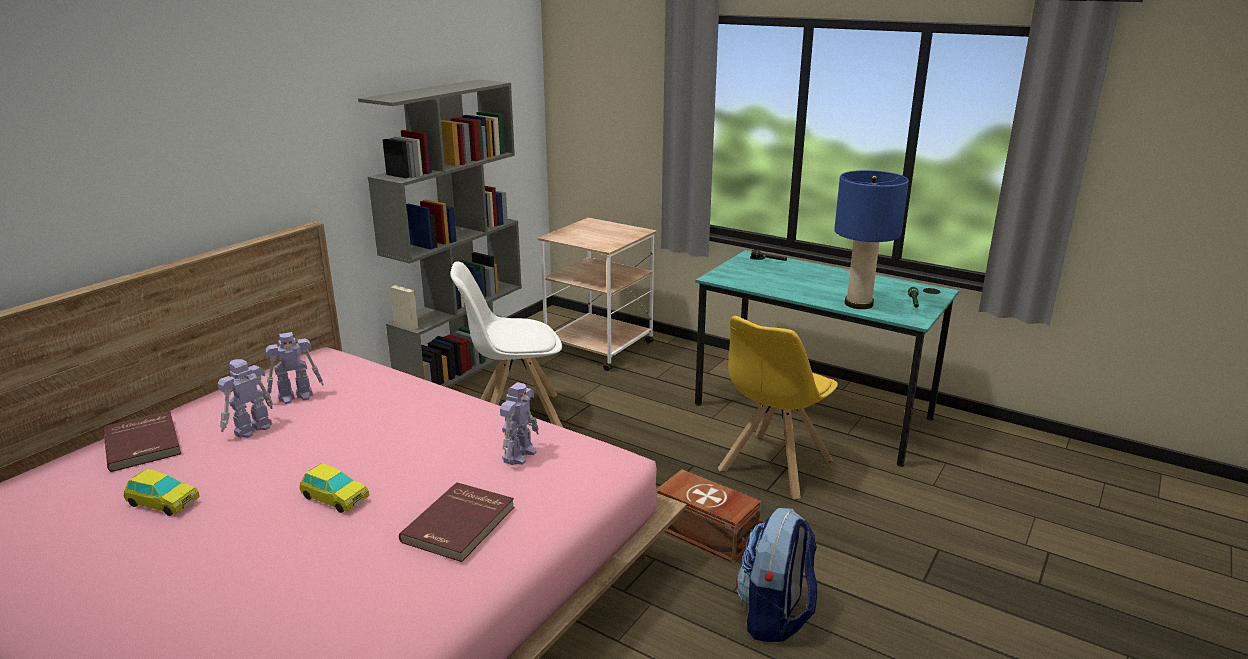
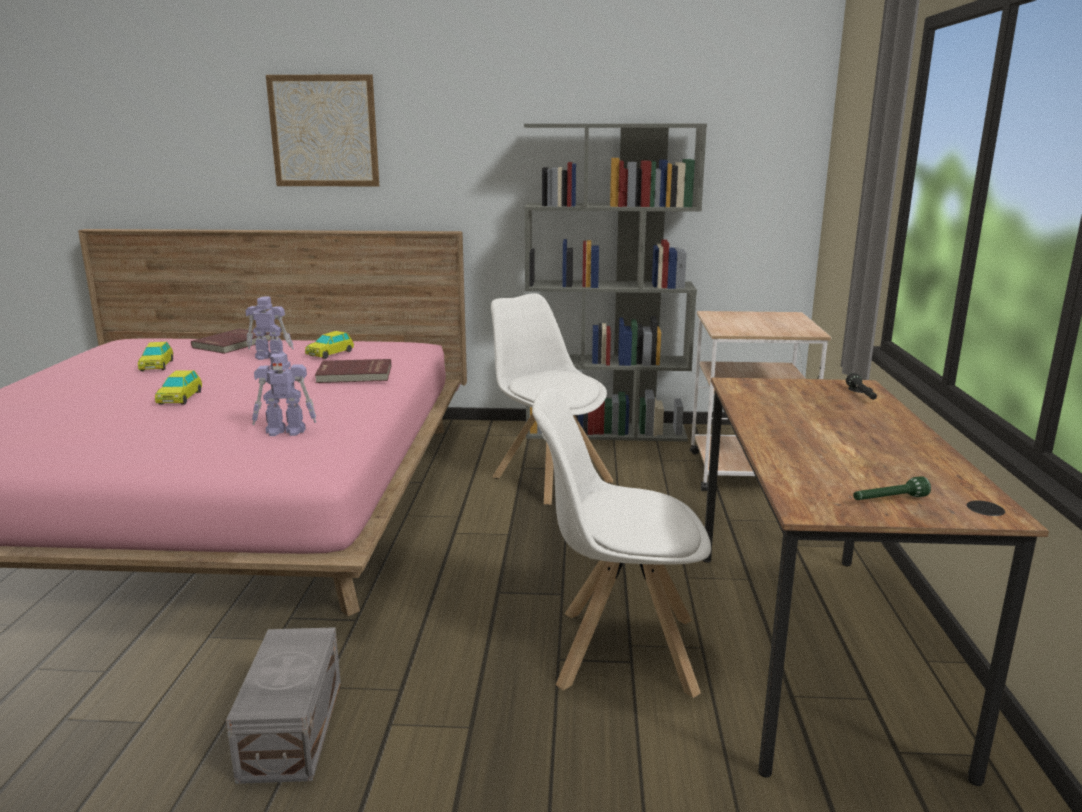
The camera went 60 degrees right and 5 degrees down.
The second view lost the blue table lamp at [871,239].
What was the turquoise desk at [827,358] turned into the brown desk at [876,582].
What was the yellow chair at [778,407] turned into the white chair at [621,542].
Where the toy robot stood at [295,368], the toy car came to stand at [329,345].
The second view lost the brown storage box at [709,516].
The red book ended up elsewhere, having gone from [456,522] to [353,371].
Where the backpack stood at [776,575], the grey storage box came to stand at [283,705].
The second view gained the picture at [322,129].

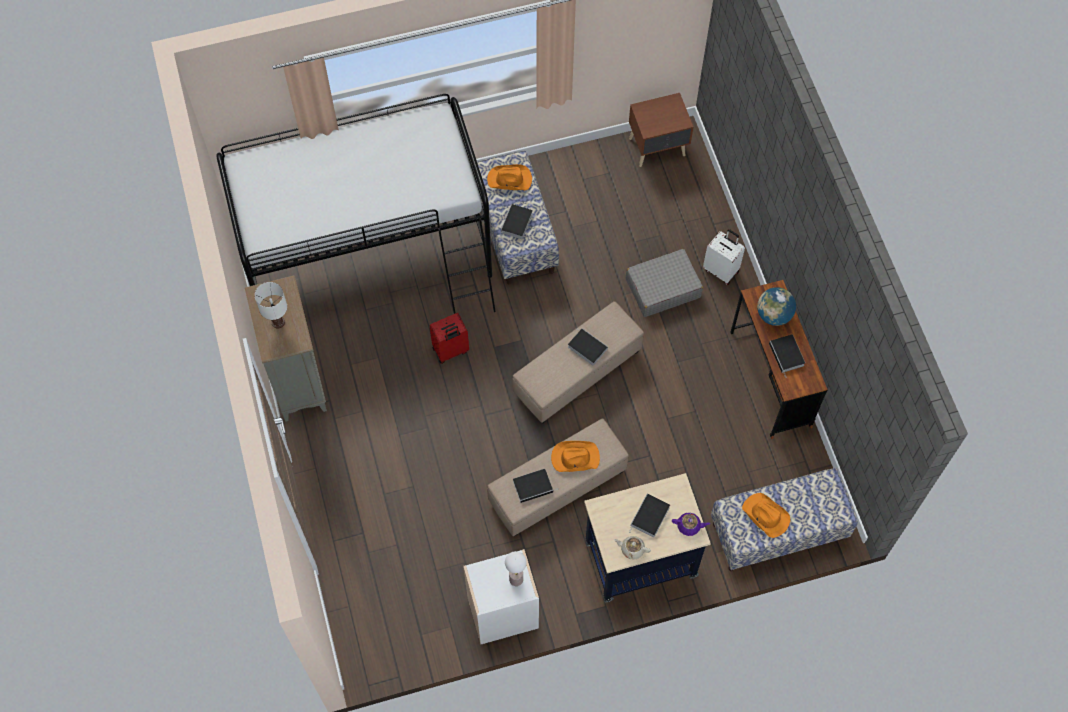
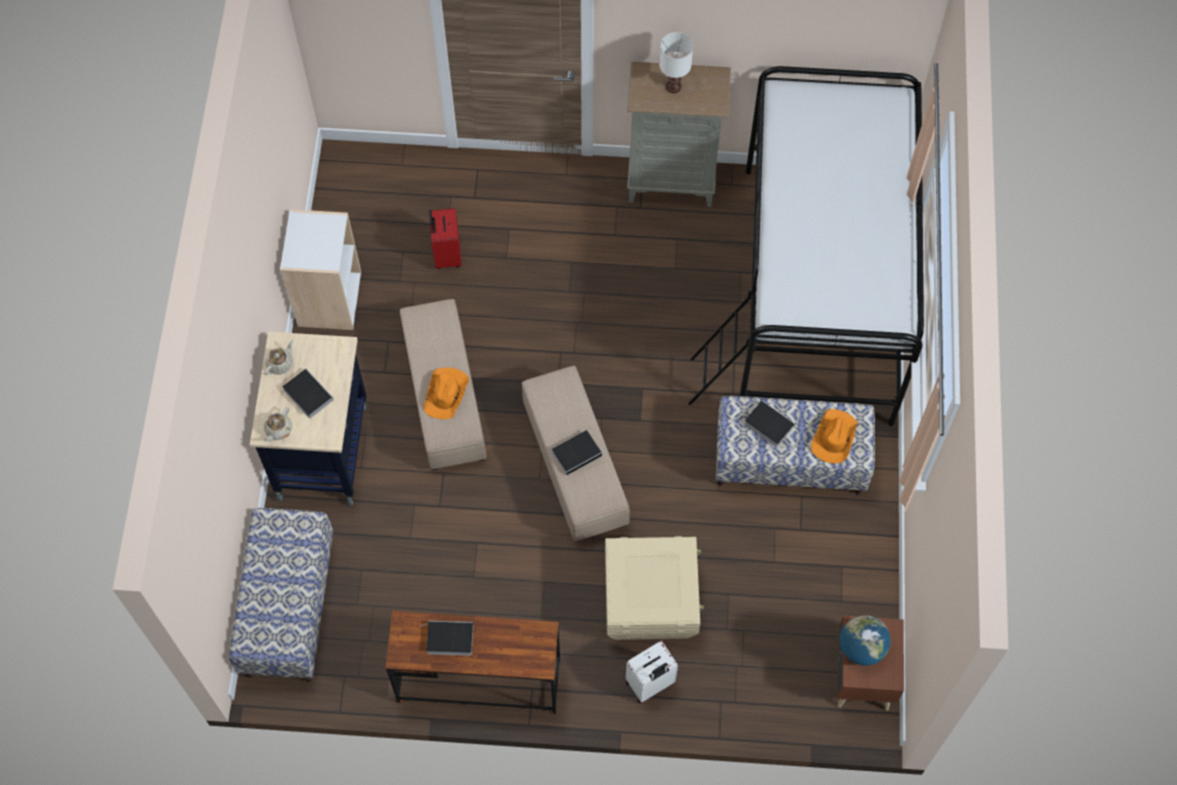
The camera went 110 degrees right and 0 degrees up.
Where the grey suitcase stood at [664,283], the beige storage box came to stand at [654,588].
The globe ended up elsewhere, having gone from [776,306] to [865,640].
The red suitcase ended up elsewhere, having gone from [449,338] to [445,238].
The second view lost the book at [535,486].
The second view lost the orange hat at [766,515].
What was the purple teapot at [691,524] turned into the beige teapot at [277,424].
The second view lost the table lamp at [516,568].

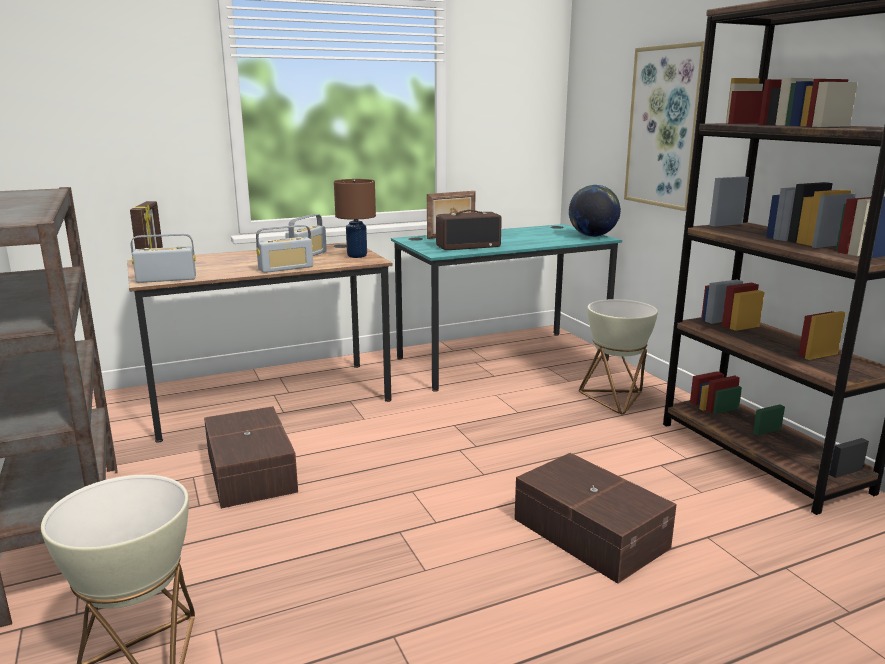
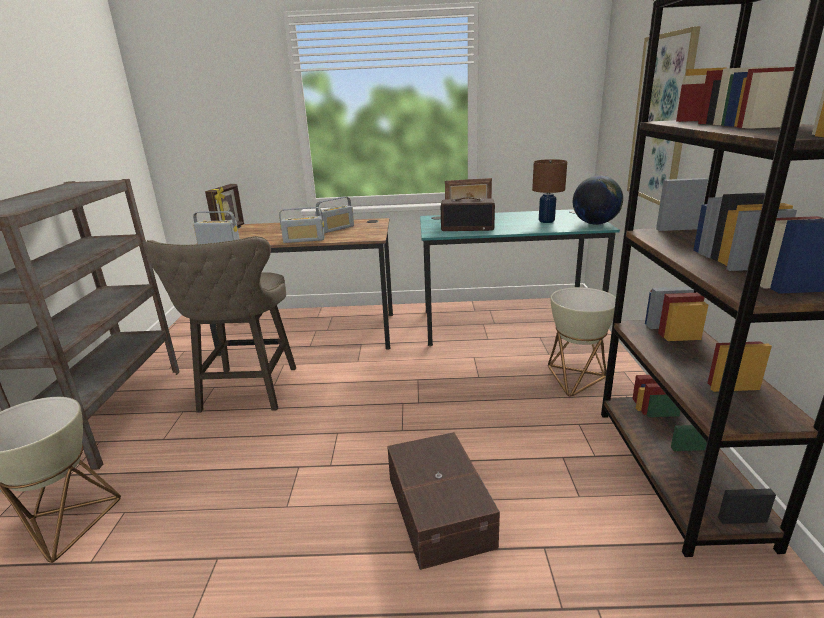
The camera went 25 degrees right and 5 degrees up.
The brown table lamp ended up elsewhere, having gone from [355,218] to [549,191].
Where the brown storage box stood at [251,457], the beige stool came to stand at [220,324].

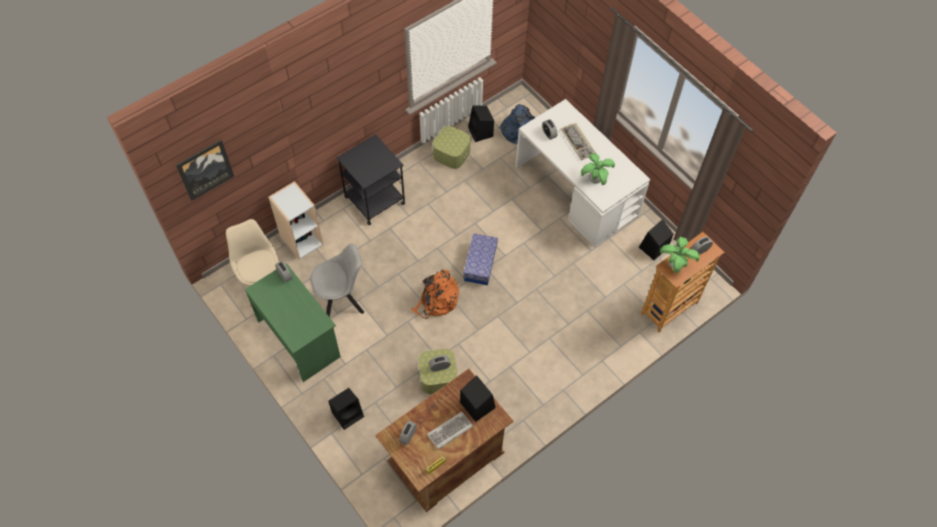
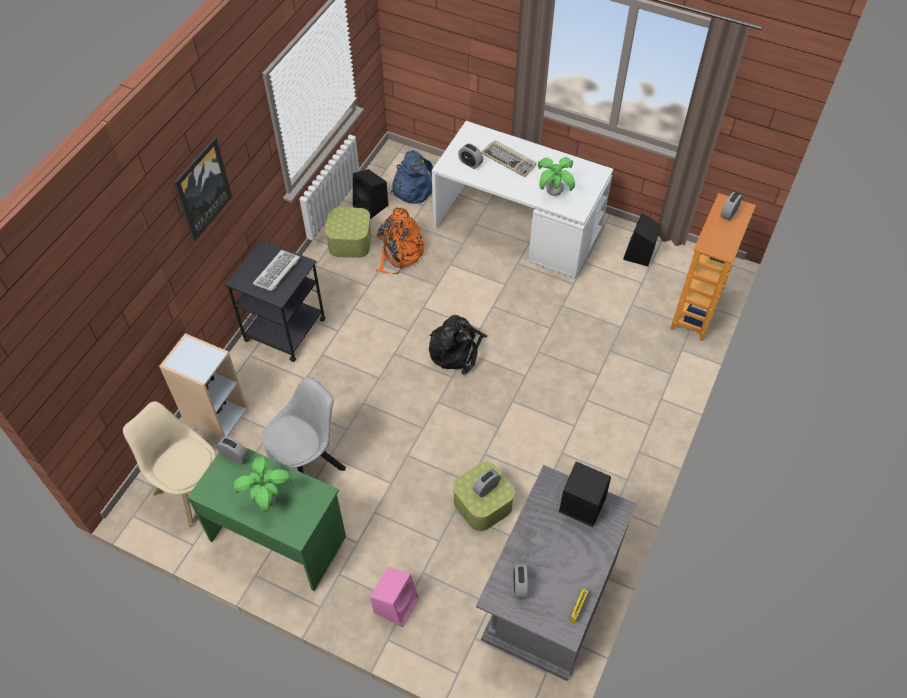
The camera went 25 degrees left and 5 degrees down.
The picture ended up elsewhere, having gone from [205,170] to [203,189].
Where the storage box stood at [480,259], the black backpack came to stand at [458,345].
The potted plant ended up elsewhere, having gone from [680,255] to [263,484].
The orange backpack ended up elsewhere, having gone from [435,294] to [401,241].
What was the brown cabinet at [444,440] turned into the grey cabinet at [556,573].
What was the black speaker at [346,409] turned into the pink speaker at [394,597].
The keyboard ended up elsewhere, having gone from [450,430] to [276,270].

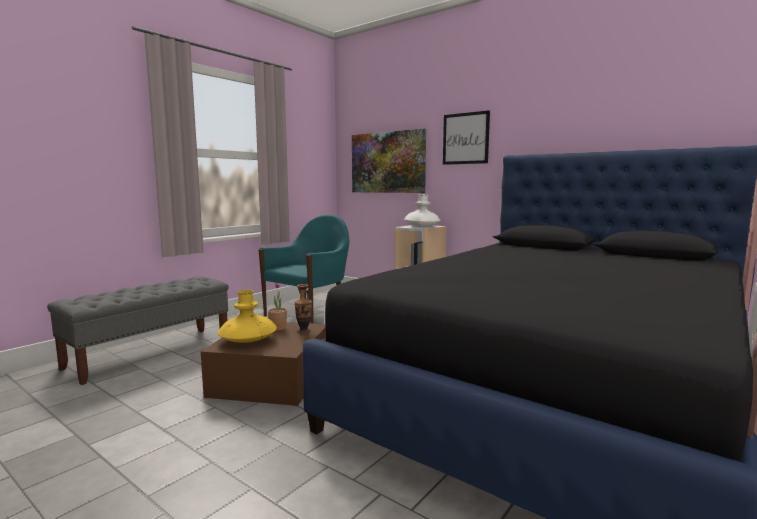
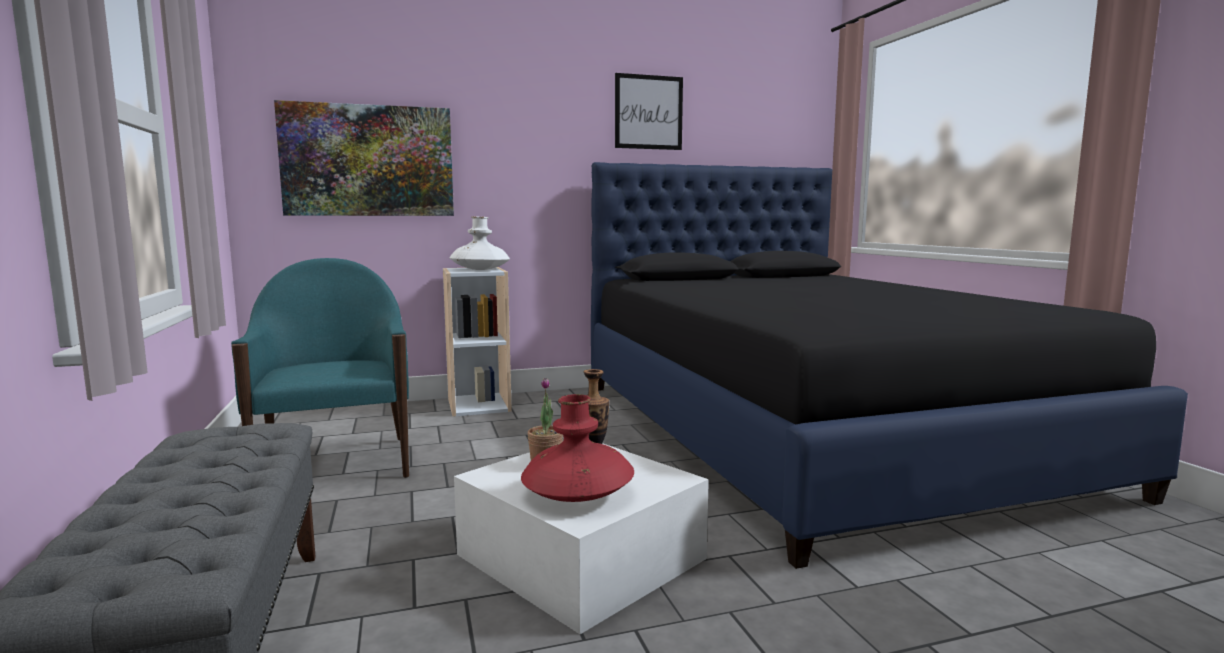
The camera went 55 degrees left and 0 degrees up.
The picture ended up elsewhere, having gone from [466,137] to [649,111].
What was the yellow vase at [247,316] turned into the red vase at [577,448].
What was the brown storage box at [263,364] turned into the white storage box at [581,538].

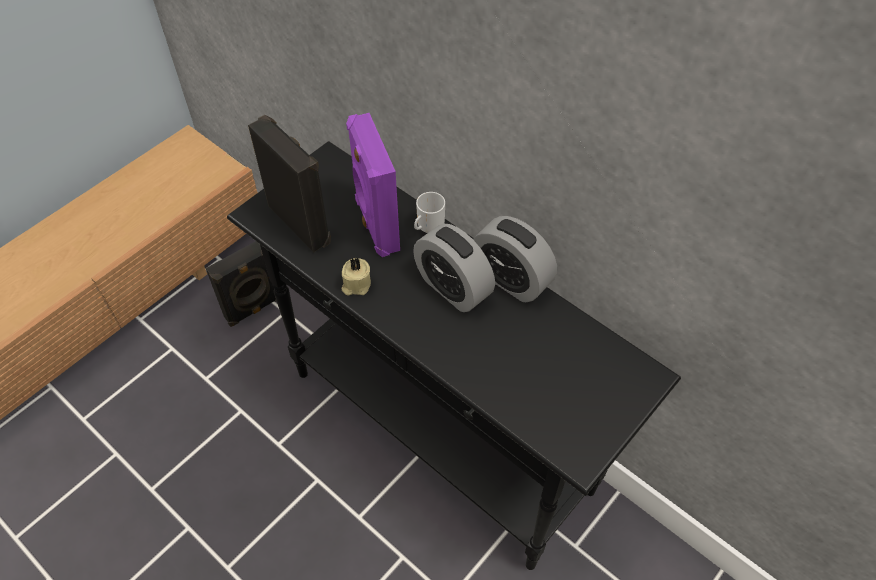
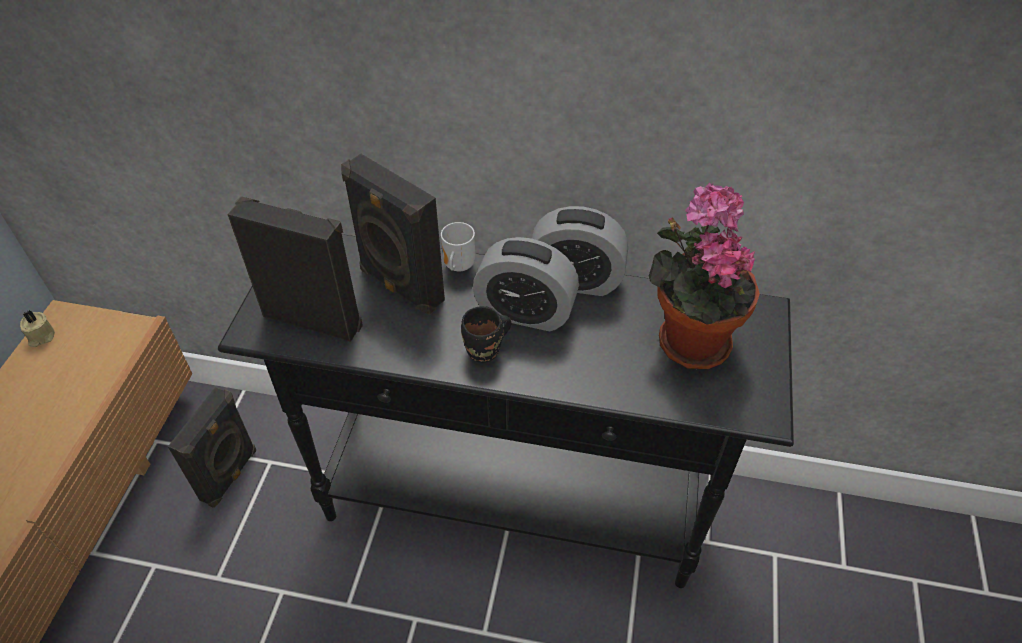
The camera went 30 degrees left and 5 degrees down.
What was the purple speaker at [373,185] turned into the black speaker at [393,234].
The beige candle ended up elsewhere, having gone from [356,276] to [37,328].
The second view gained the potted plant at [704,276].
The second view gained the black mug at [486,334].

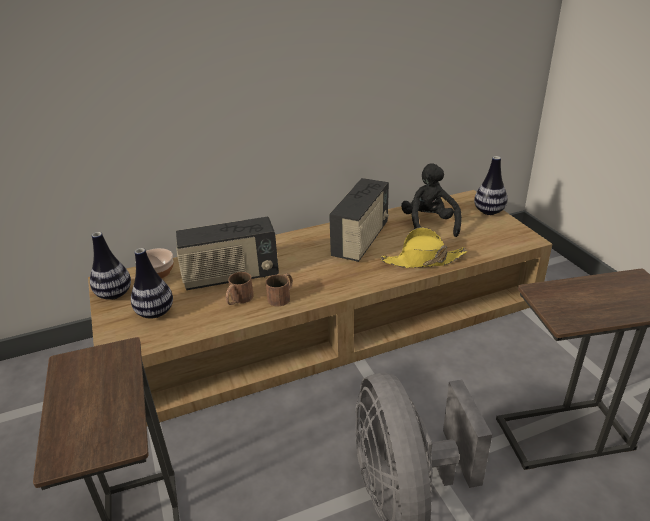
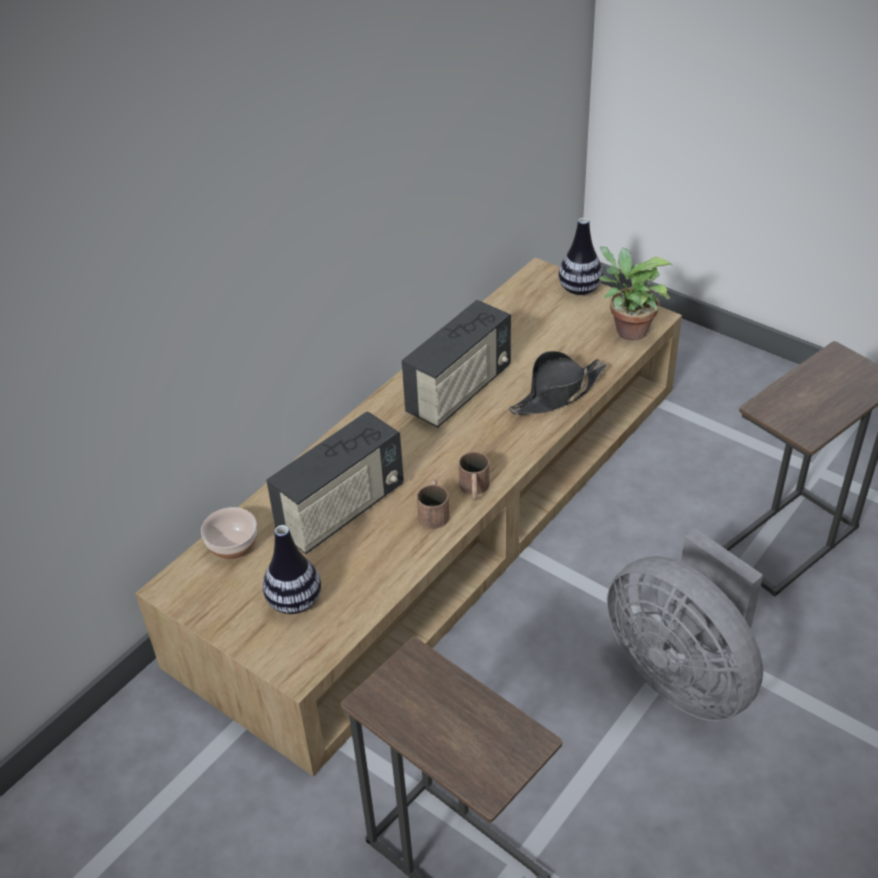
The camera went 30 degrees left and 10 degrees up.
The second view lost the black plush toy at [431,200].
The radio at [359,220] ended up facing another way, 45 degrees clockwise from before.
What was the yellow hat at [424,247] turned into the black hat at [558,383].
The second view lost the vase at [110,266].
The brown mug ended up elsewhere, having gone from [240,288] to [474,476].
The second view gained the potted plant at [635,293].

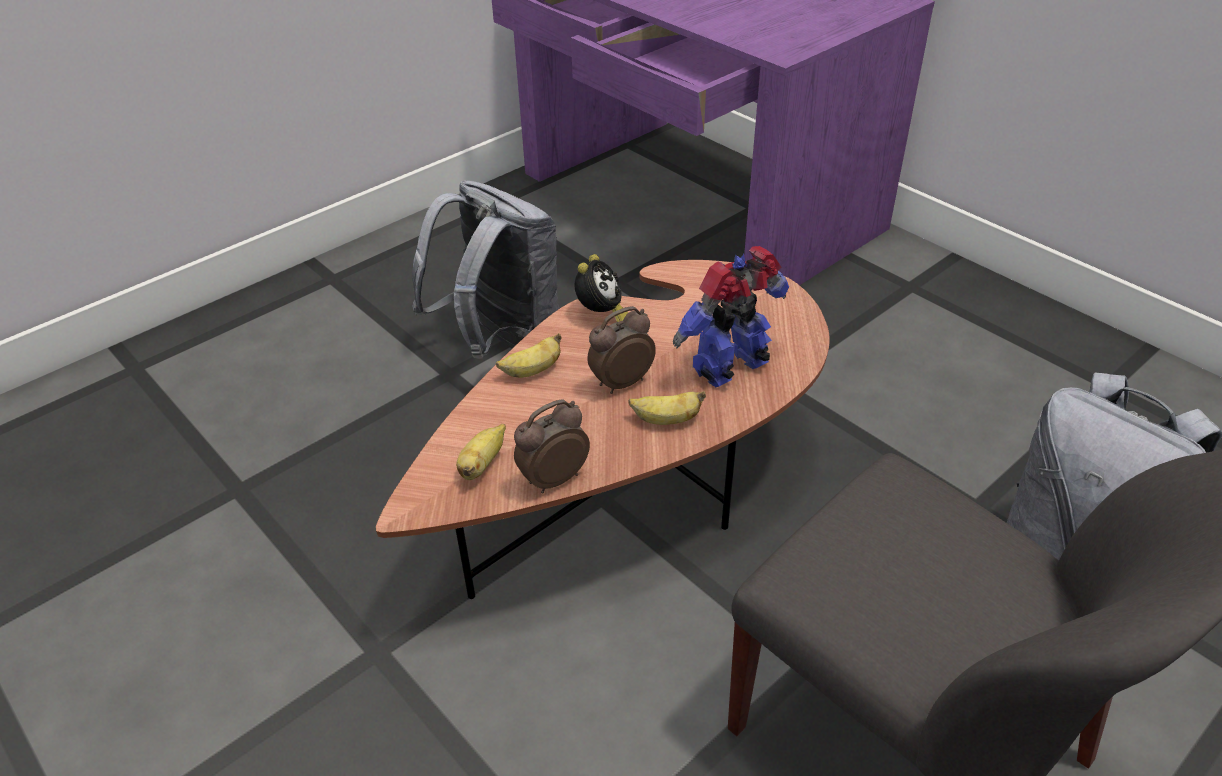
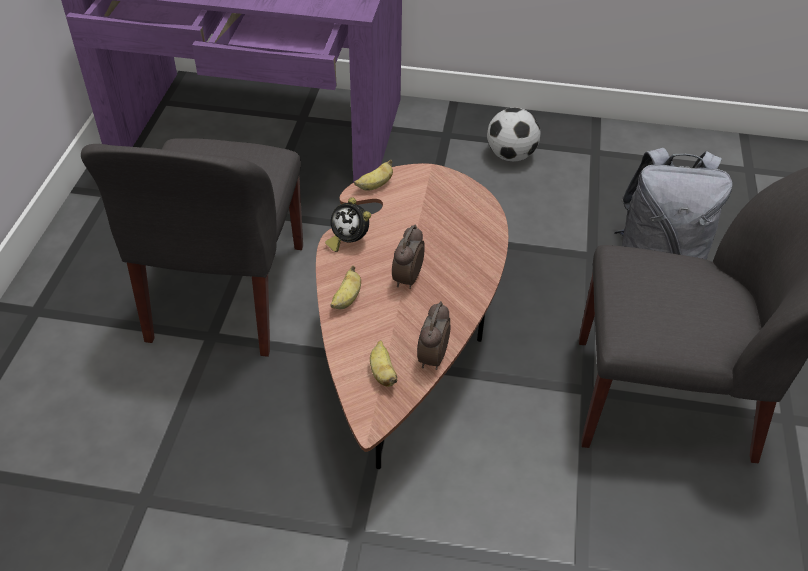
The camera went 40 degrees left and 5 degrees up.
Where the grey backpack stood at [485,269], the grey chair came to stand at [192,248].
The second view lost the toy robot at [731,316].
The alarm clock at [602,288] ended up facing another way, 150 degrees clockwise from before.
The banana ended up elsewhere, having gone from [667,408] to [373,175].
The second view gained the football at [513,135].

